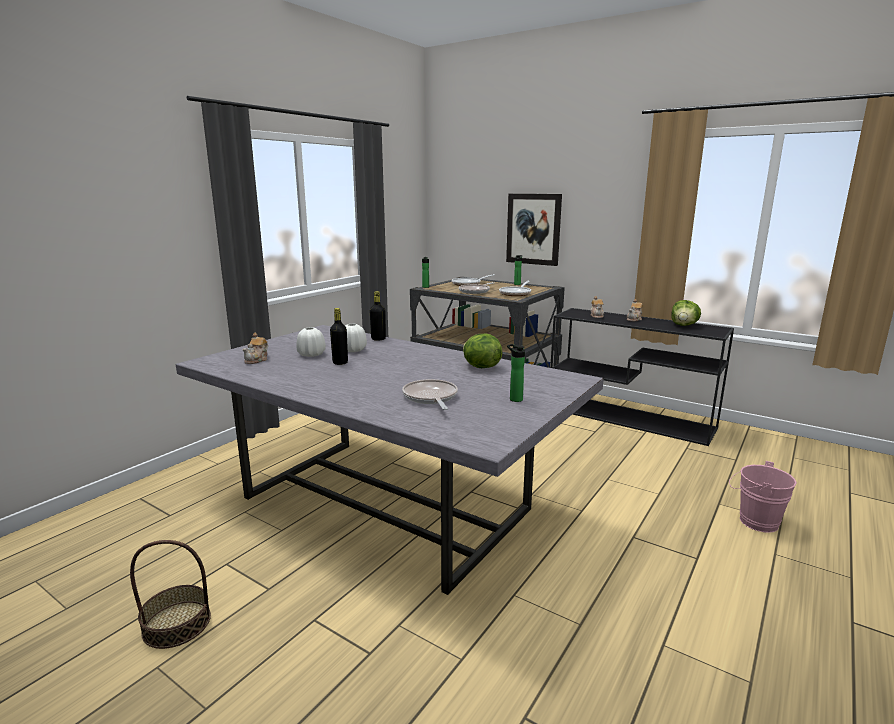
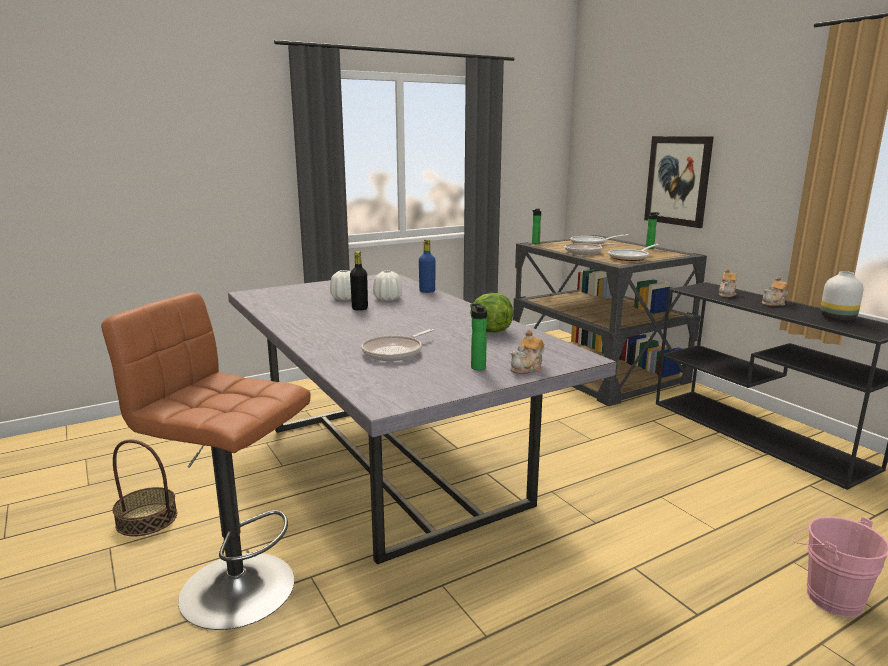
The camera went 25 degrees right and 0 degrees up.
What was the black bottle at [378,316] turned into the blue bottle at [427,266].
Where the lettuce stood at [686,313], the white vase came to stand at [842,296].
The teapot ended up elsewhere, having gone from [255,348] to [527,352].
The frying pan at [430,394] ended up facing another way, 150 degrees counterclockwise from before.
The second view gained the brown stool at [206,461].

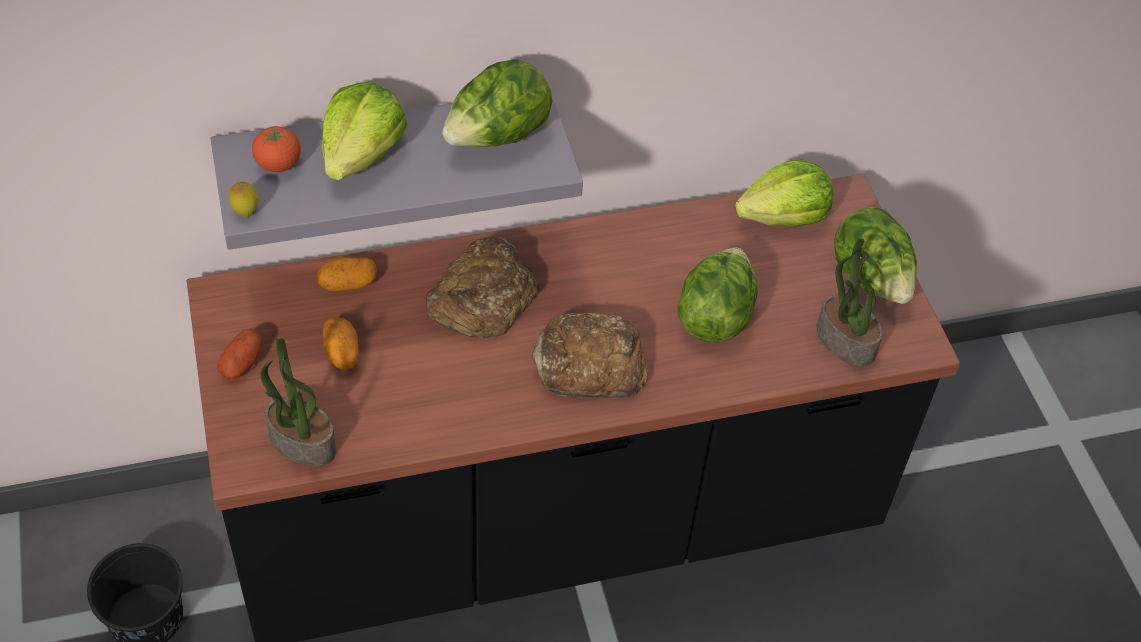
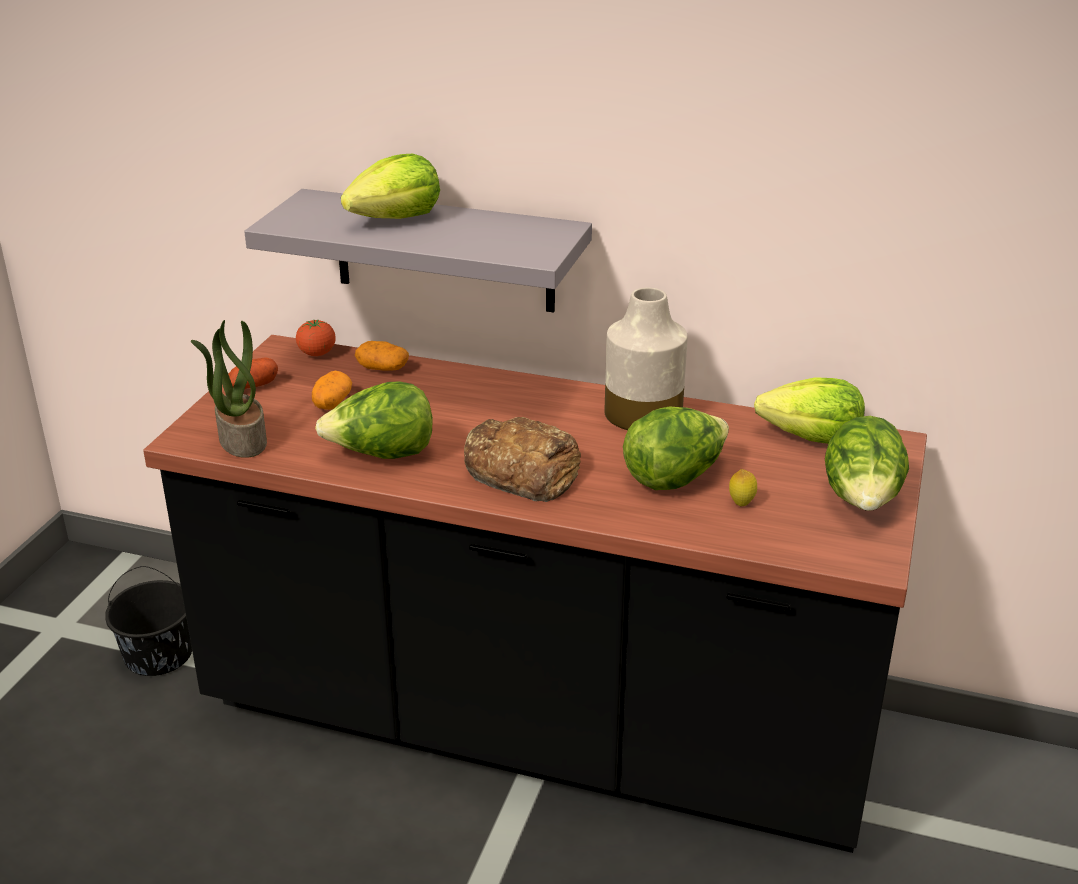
The camera went 35 degrees right and 20 degrees down.
The lettuce ended up elsewhere, having gone from [497,103] to [374,420].
The tomato ended up elsewhere, having gone from [276,149] to [316,338].
The lemon ended up elsewhere, having gone from [244,199] to [743,487].
The second view lost the bread at [482,287].
The second view lost the potted plant at [849,302].
The second view gained the beige vase at [646,358].

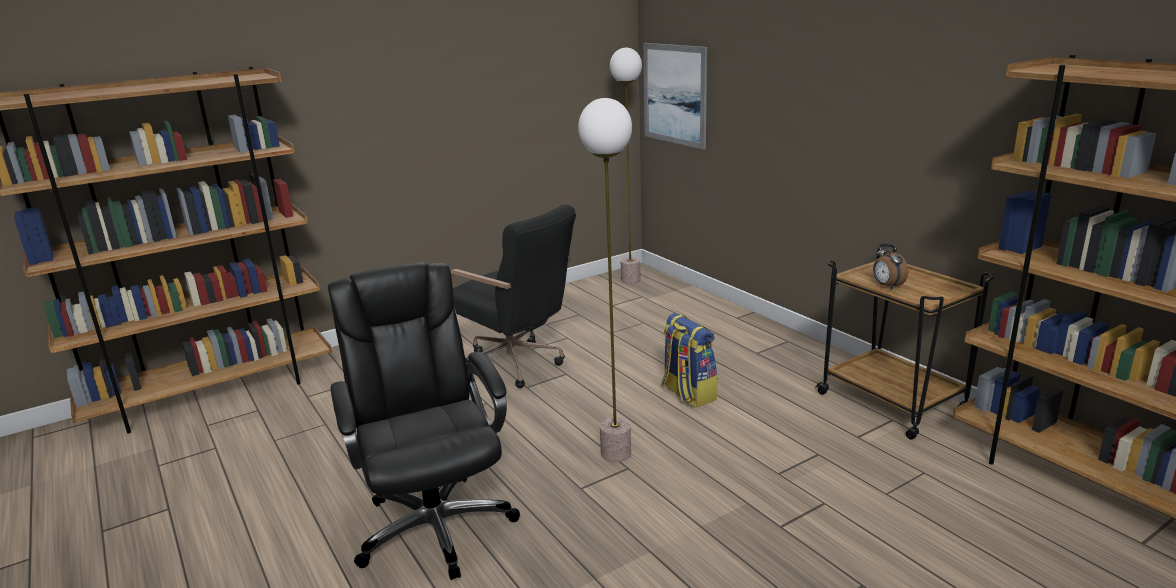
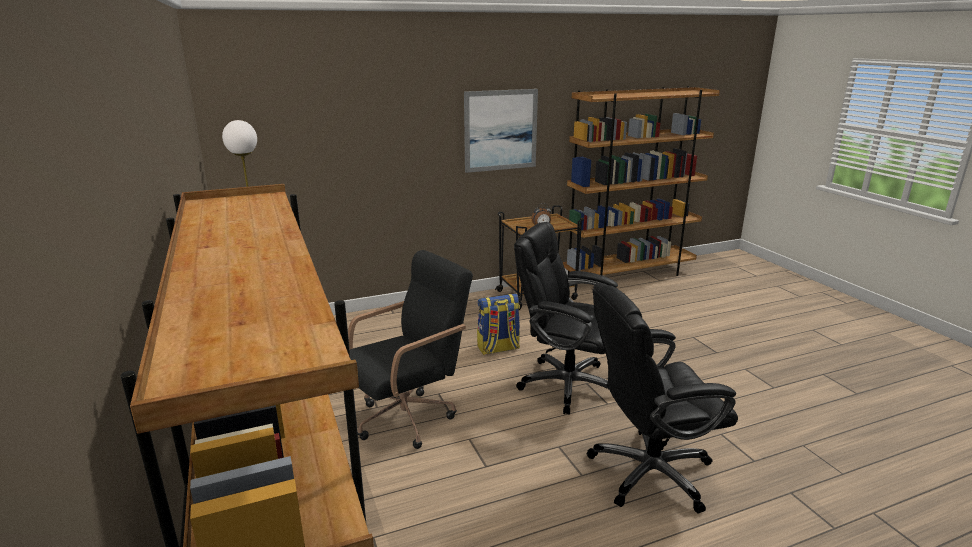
The camera went 80 degrees left and 0 degrees up.
The picture ended up elsewhere, having gone from [675,96] to [501,131].
Where the floor lamp stood at [605,280], the black office chair came to stand at [566,318].

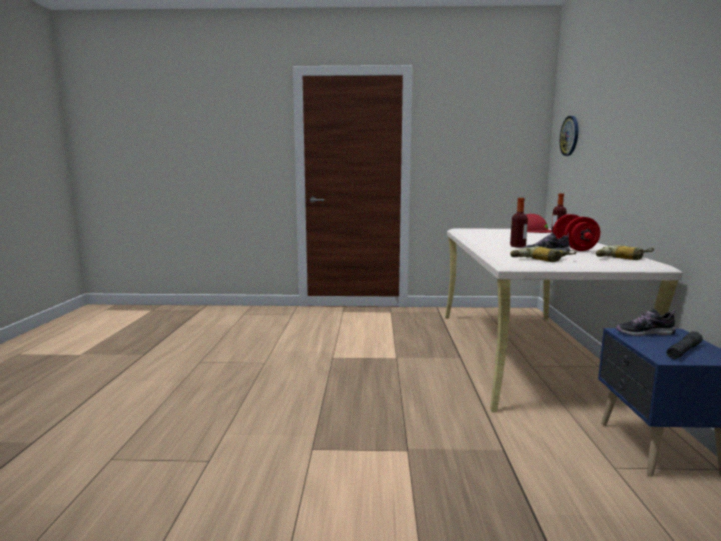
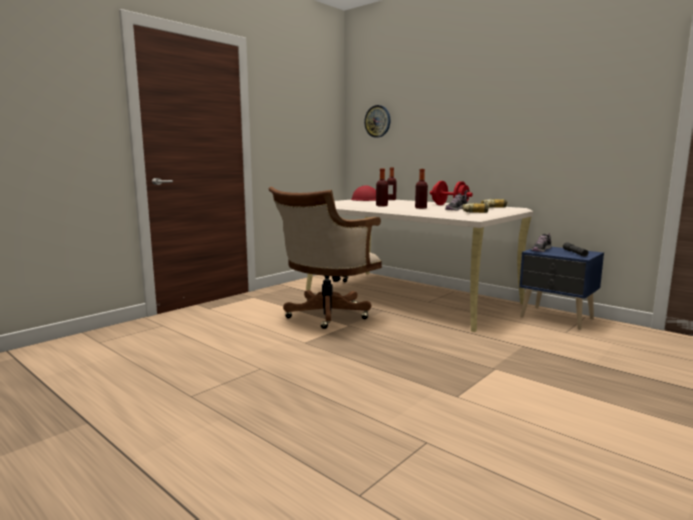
The camera went 50 degrees left and 0 degrees up.
The second view gained the bottle at [382,187].
The second view gained the office chair at [325,258].

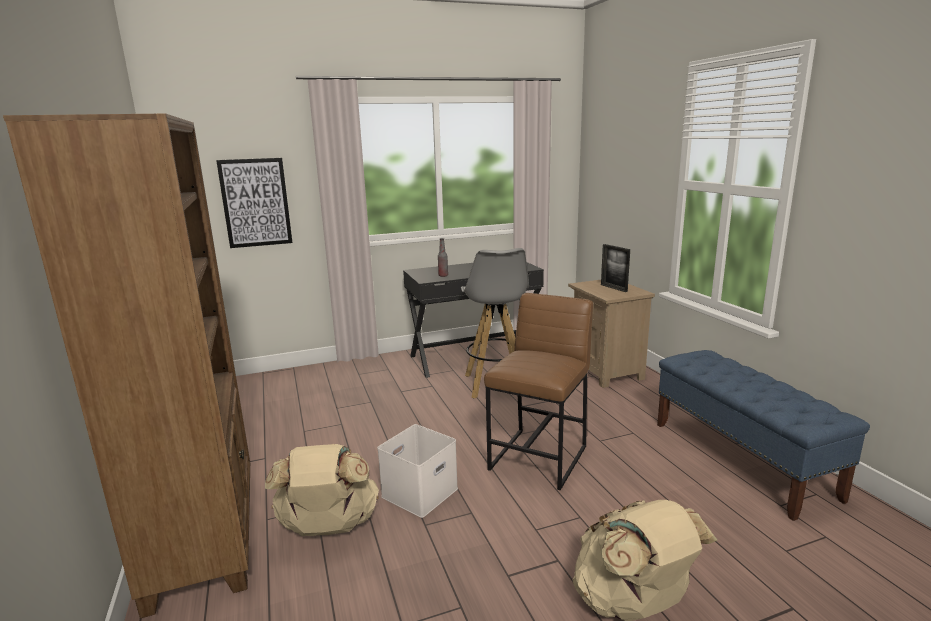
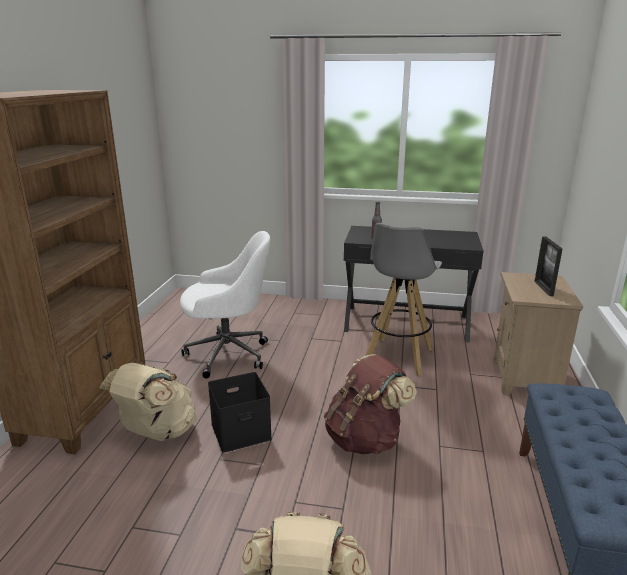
The camera went 30 degrees right and 5 degrees up.
The second view lost the picture at [254,203].
Where the brown chair stood at [538,391], the brown backpack came to stand at [370,404].
What was the white storage box at [417,471] turned into the black storage box at [240,412].
The second view gained the white office chair at [225,305].

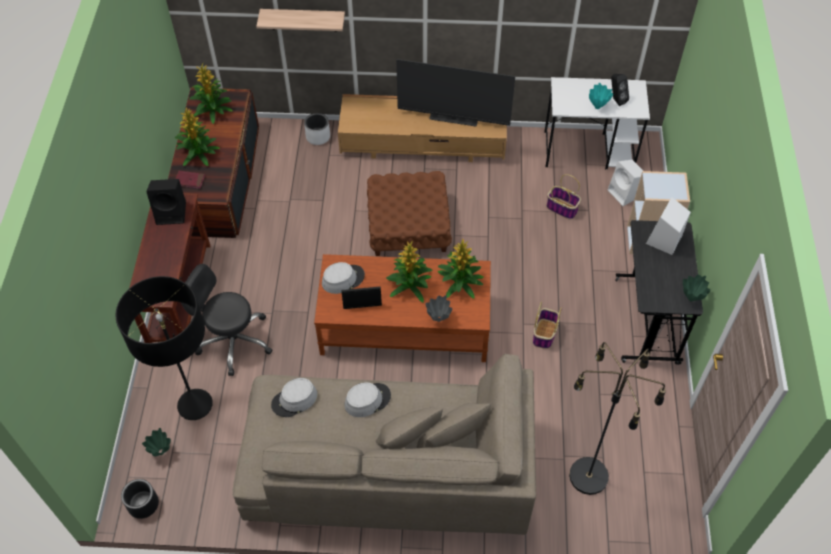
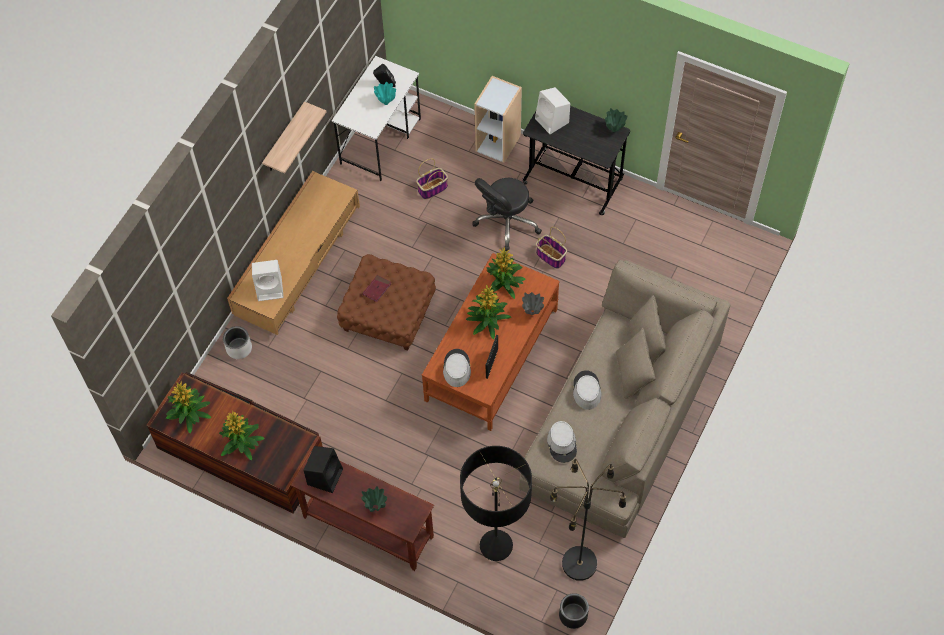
The camera went 65 degrees left and 5 degrees up.
The shelf ended up elsewhere, having gone from [300,20] to [294,138].
The second view lost the television at [455,92].
The white speaker ended up elsewhere, having gone from [625,183] to [268,280].
The red book ended up elsewhere, having gone from [190,180] to [377,288].
The black office chair ended up elsewhere, having gone from [227,320] to [507,214].
The floor lamp ended up elsewhere, having gone from [617,418] to [588,520].
The green vase ended up elsewhere, having gone from [156,442] to [374,499].

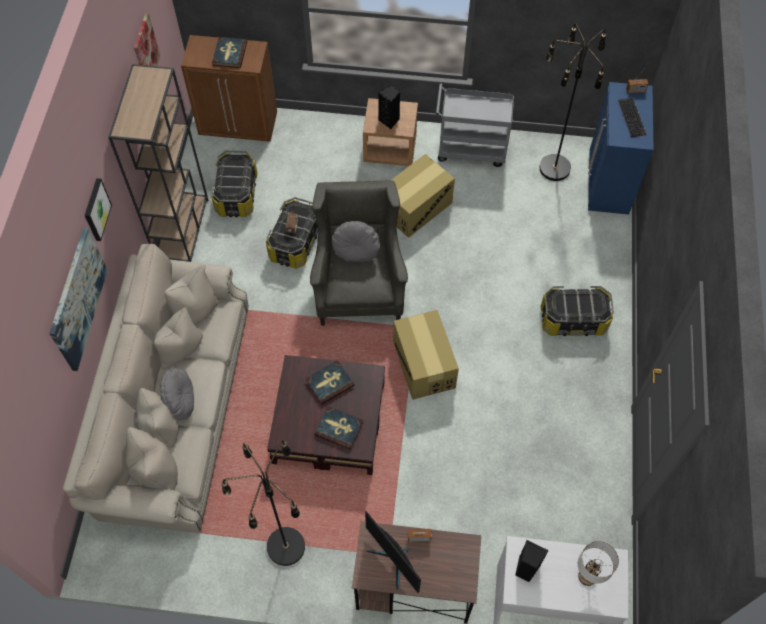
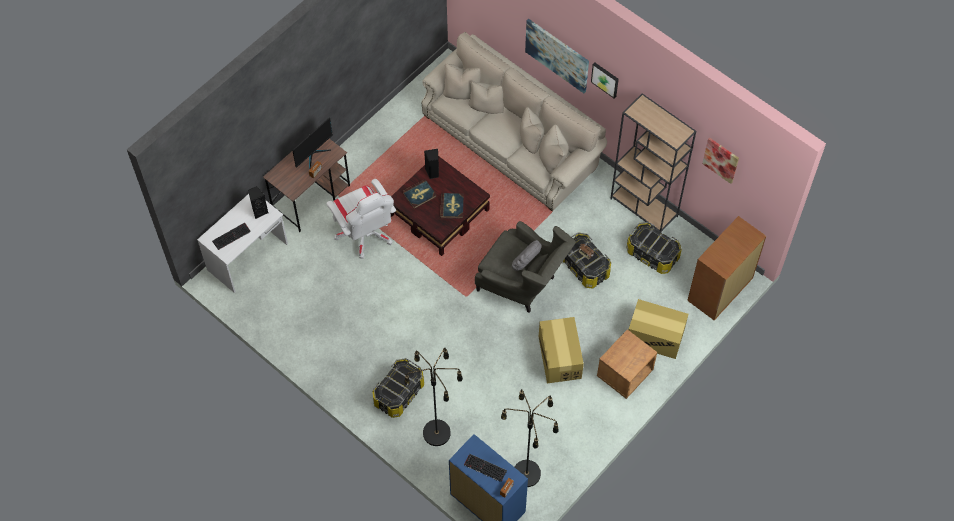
The camera went 125 degrees right and 0 degrees up.
The second view lost the book at [229,52].
The second view lost the grey cart at [475,125].
The black speaker ended up elsewhere, having gone from [389,107] to [431,164].
The cardboard box ended up elsewhere, having gone from [426,355] to [658,329].
The second view lost the grey pillow at [177,394].
The floor lamp ended up elsewhere, having gone from [263,503] to [433,397].
The monitor at [393,552] ended up facing another way, 135 degrees clockwise from before.
Where the table lamp stood at [598,563], the keyboard came to stand at [231,236].
The second view gained the white office chair at [361,219].

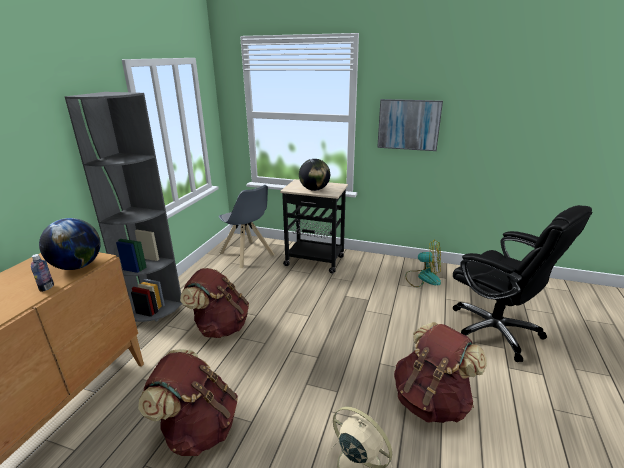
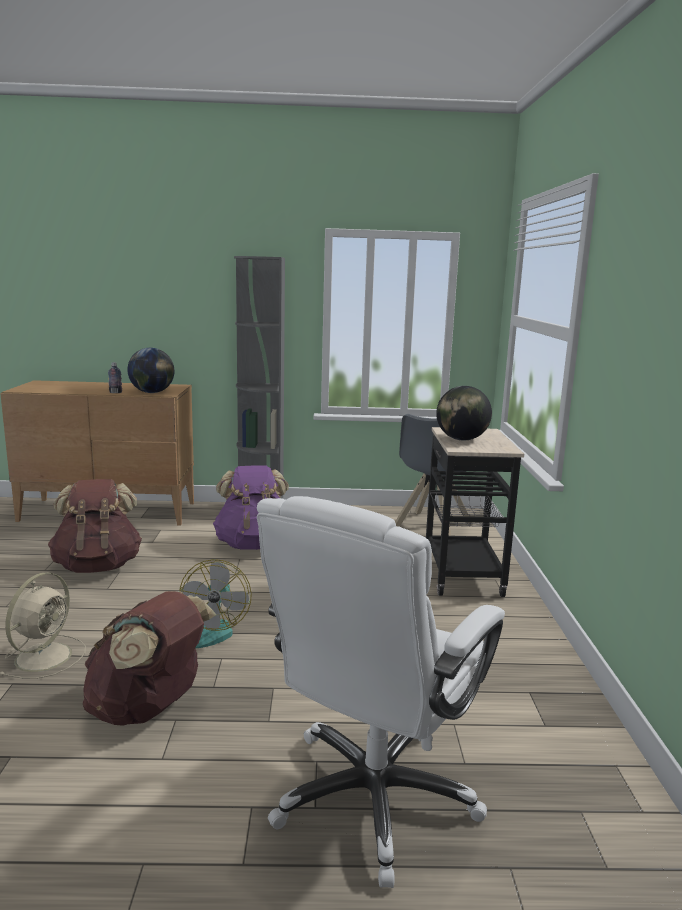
The camera went 70 degrees right and 10 degrees down.
The second view lost the picture at [410,125].
What was the black office chair at [523,283] turned into the white office chair at [381,692].
The fan ended up elsewhere, having gone from [423,263] to [215,603].
What was the brown backpack at [214,303] turned into the purple backpack at [251,508].

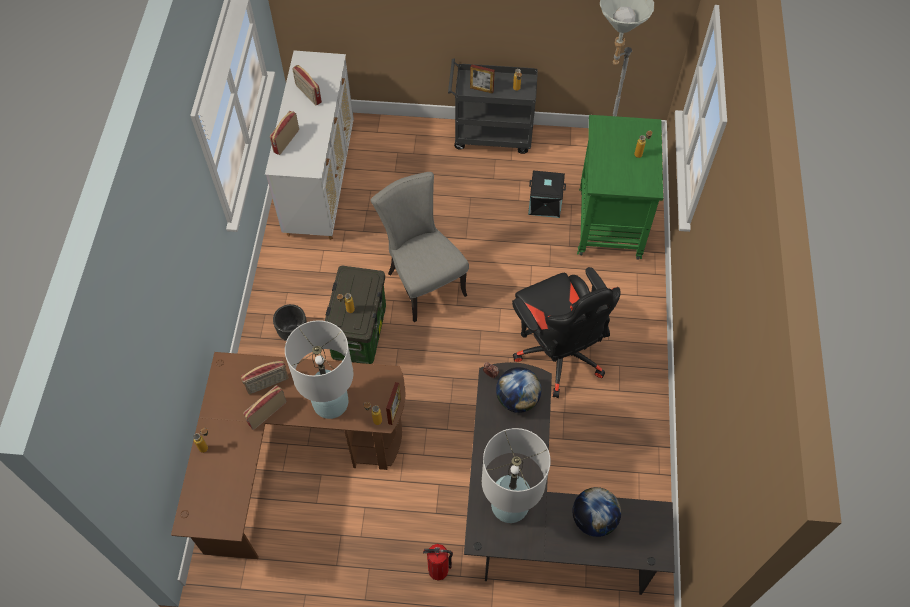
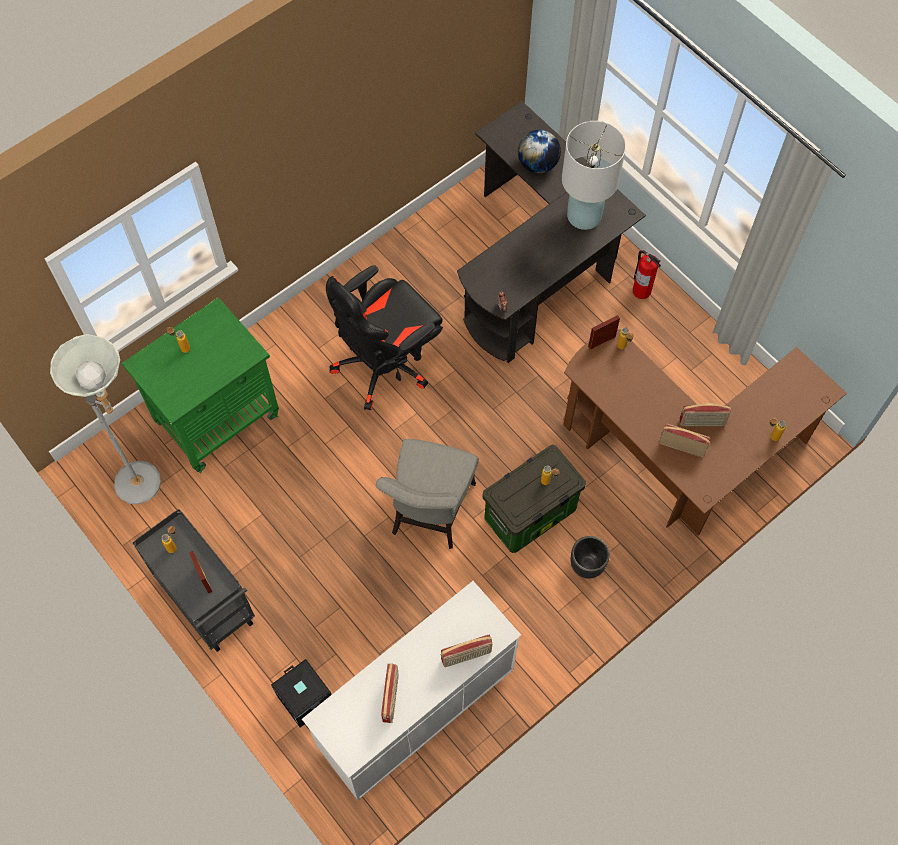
The camera went 135 degrees left and 5 degrees up.
The black storage box ended up elsewhere, having gone from [547,194] to [301,693].
The black office chair at [566,332] ended up facing another way, 150 degrees counterclockwise from before.
The second view lost the white table lamp at [319,369].
The second view lost the globe at [518,390].

